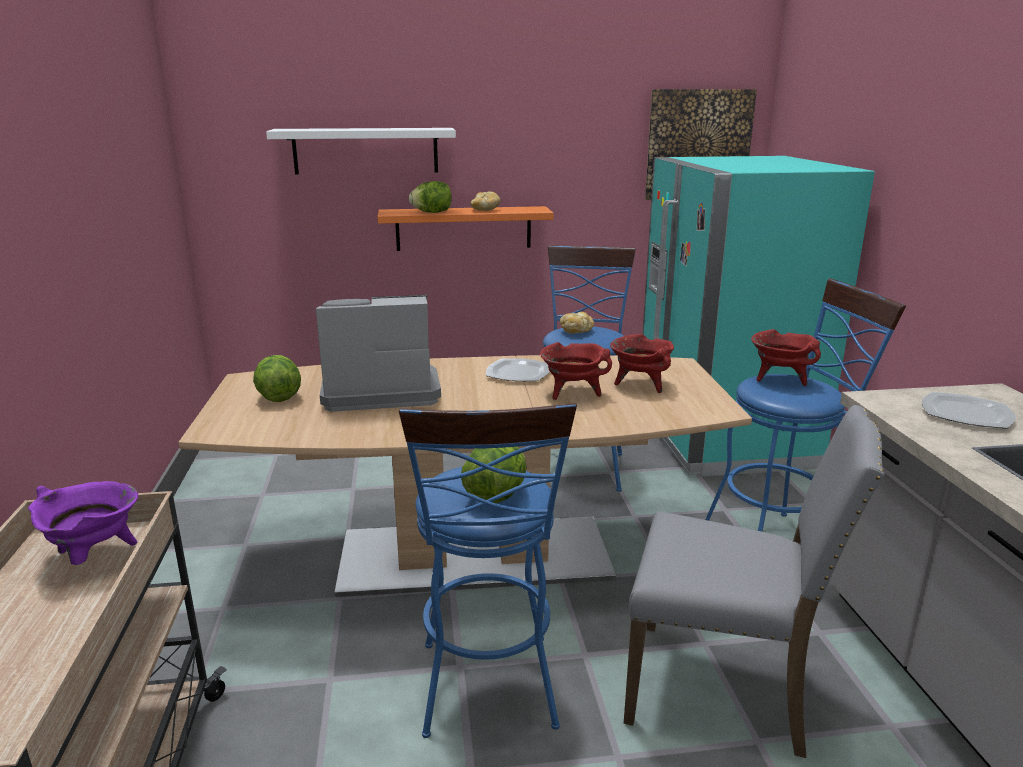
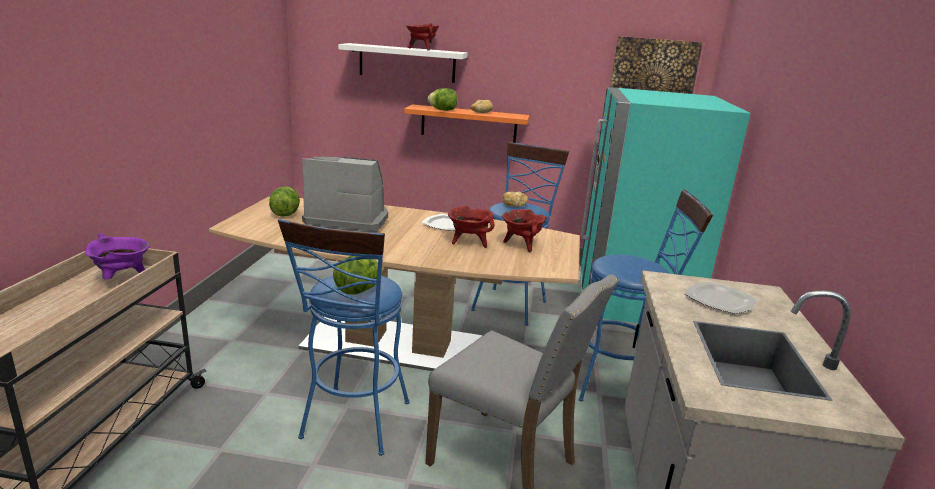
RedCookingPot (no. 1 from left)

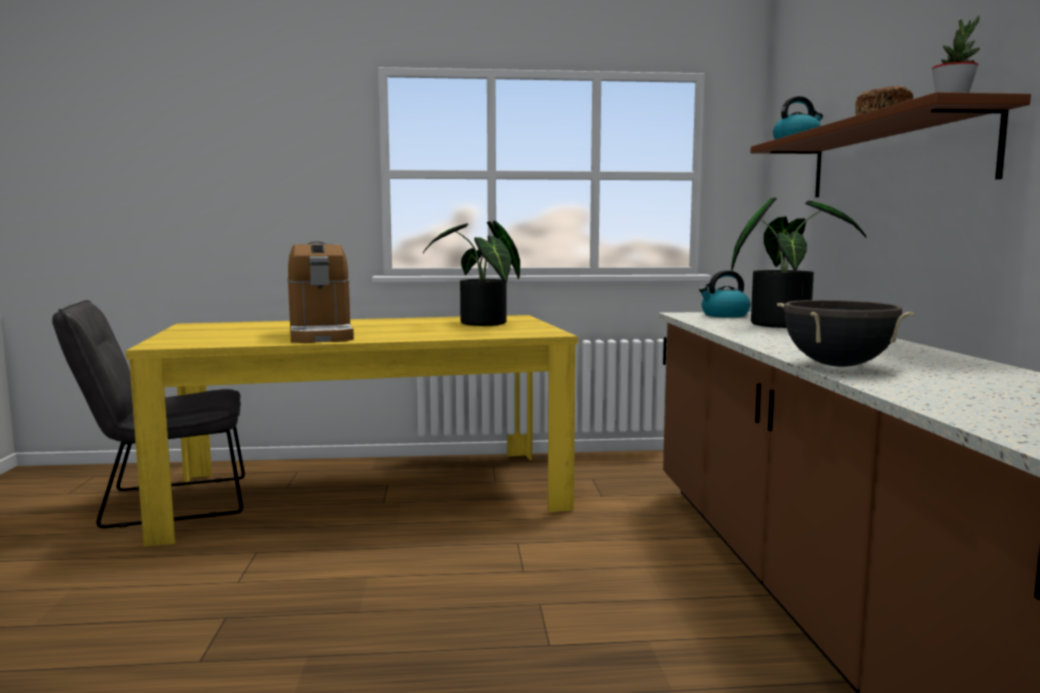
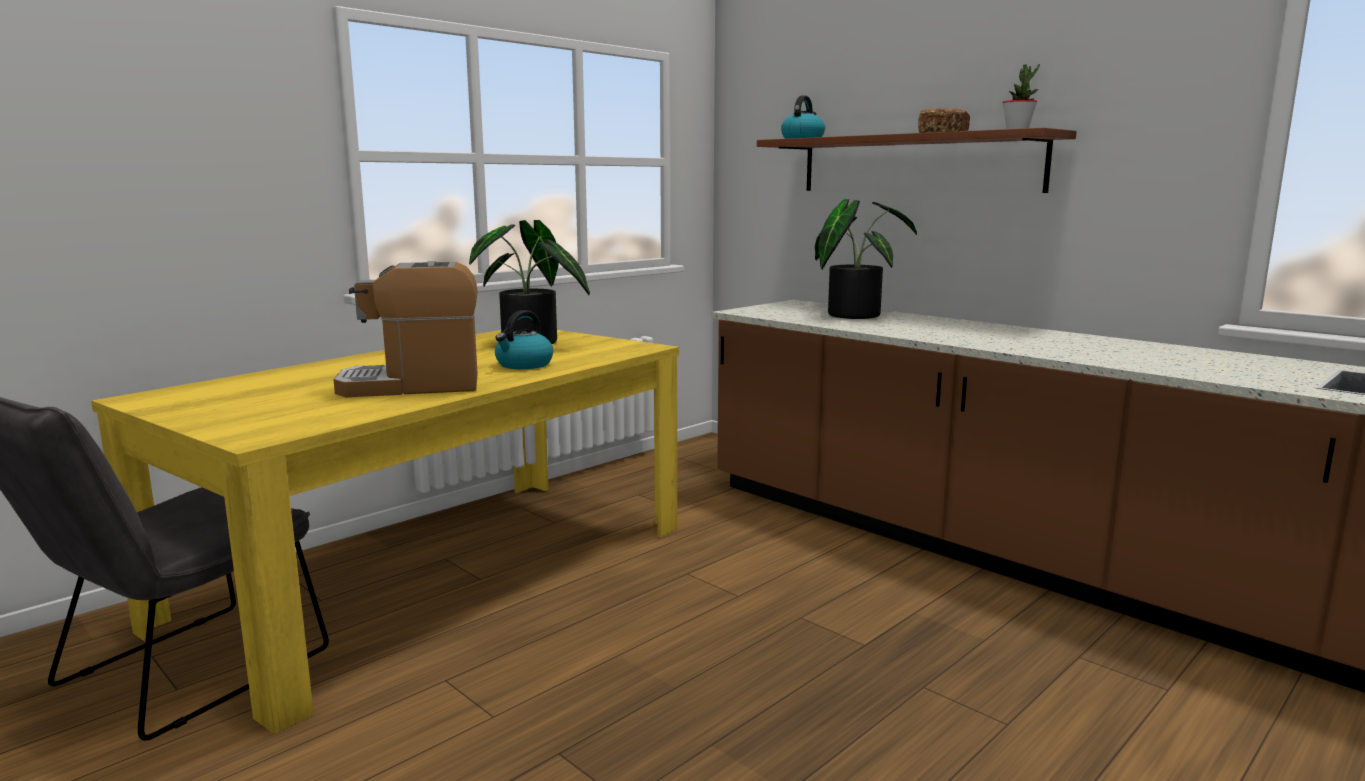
BlackCookingPot
Kettle (no. 1 from left)
CoffeeMachine

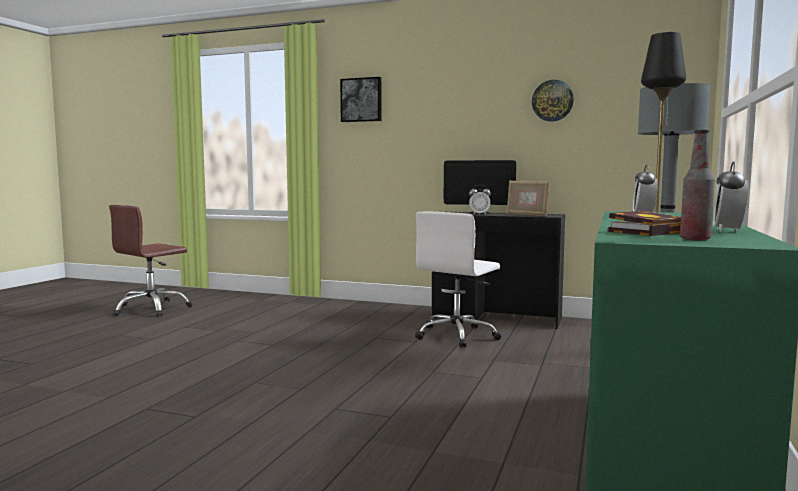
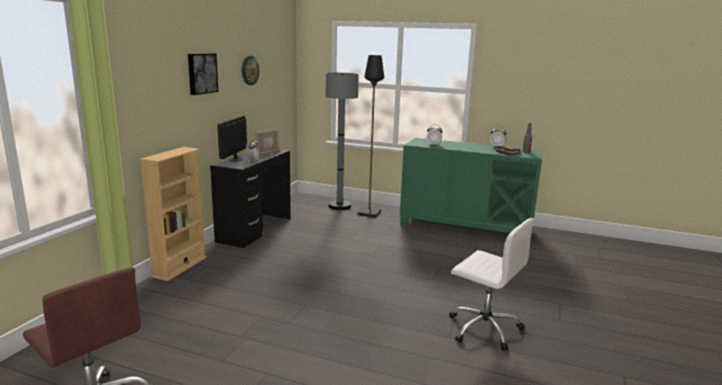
BeigeBookcase
Picture
WhiteOfficeChair

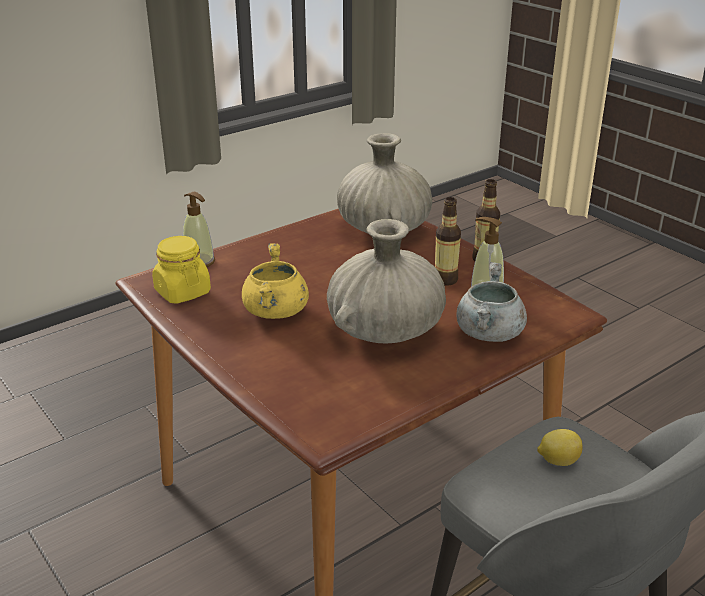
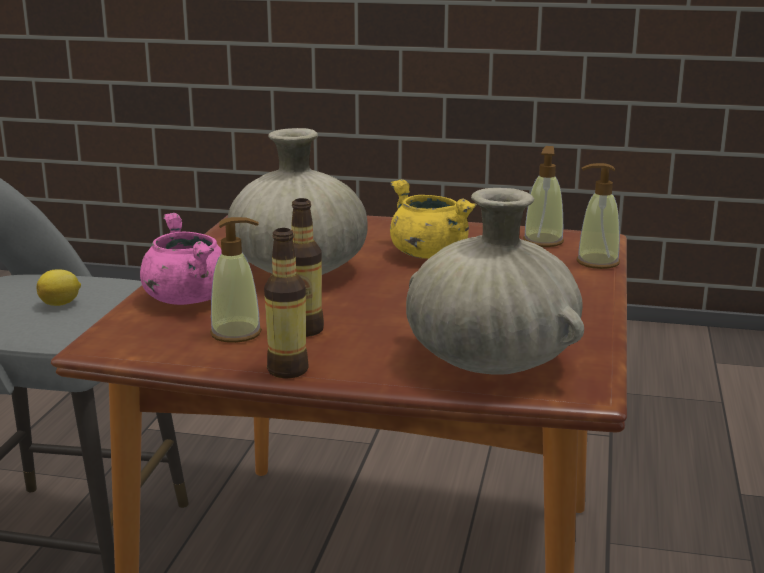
SoapDispenser (no. 2 from left)
PinkCookingPot

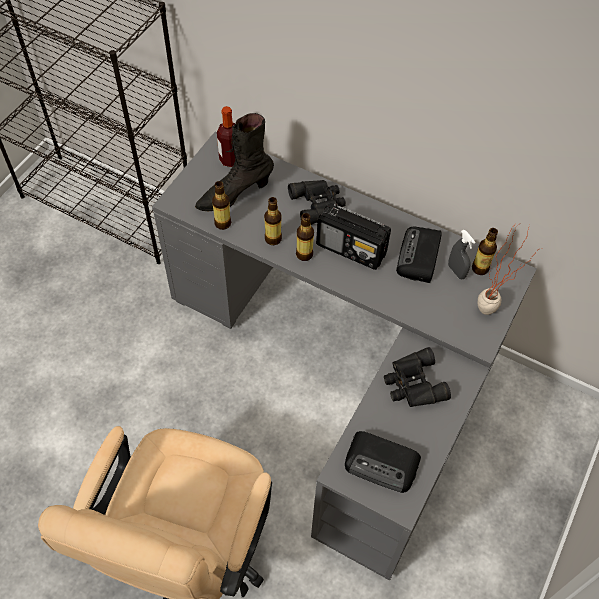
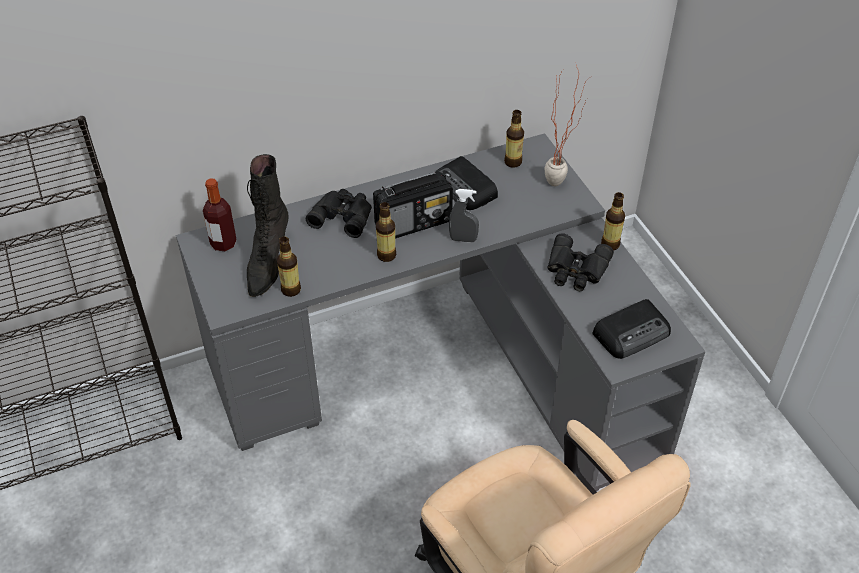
Bottle (no. 5 from left)
GreySprayBottle

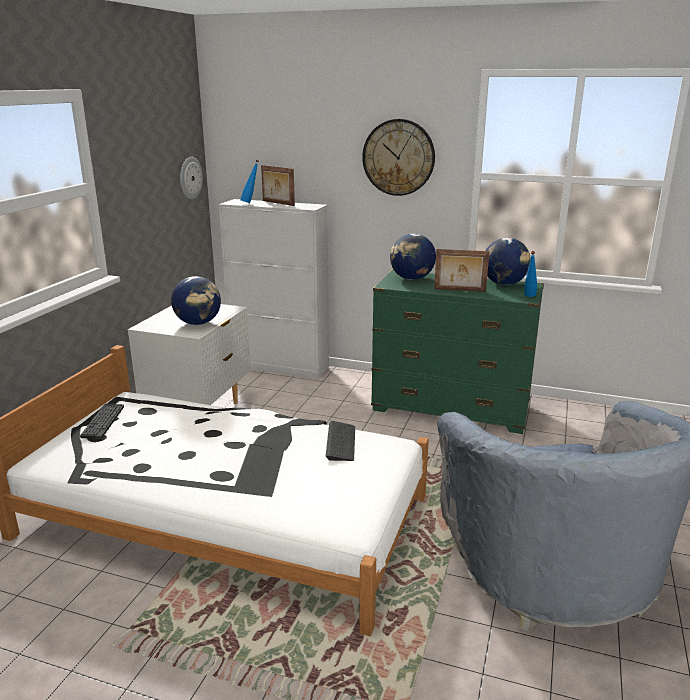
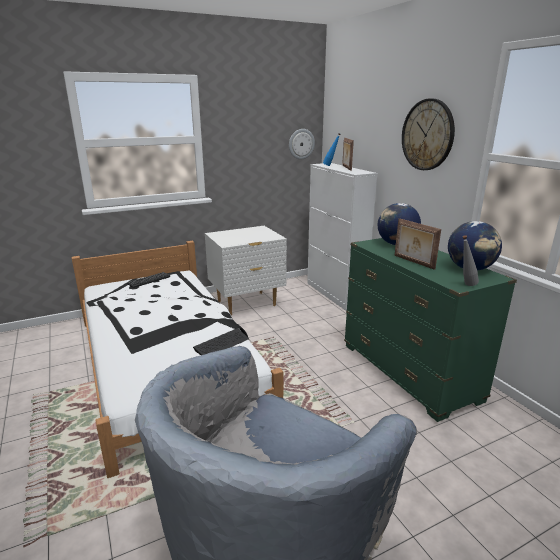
Globe (no. 1 from left in the first image)
GreyBottle

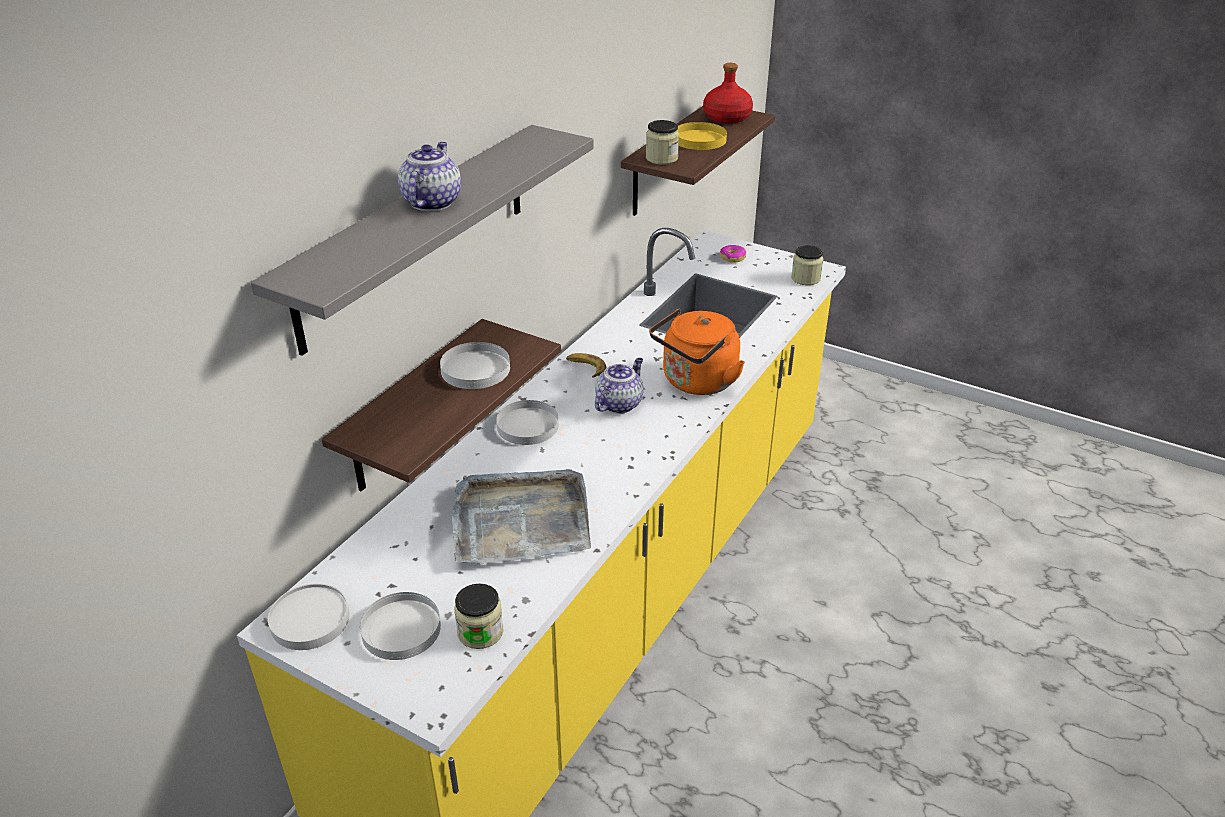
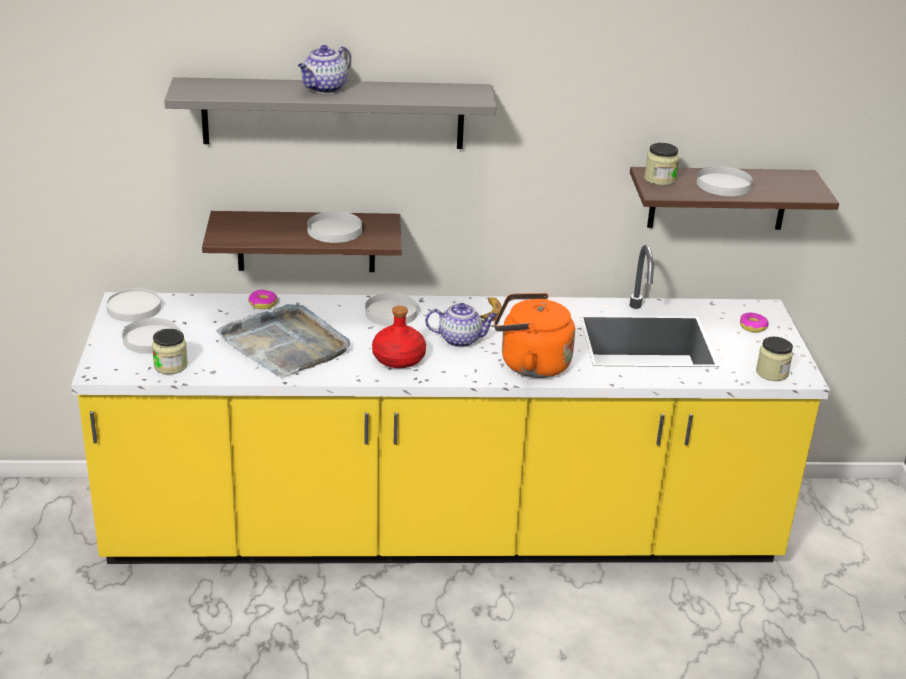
Donut (no. 1 from left)
RedBottle
WhitePlate (no. 5 from left)
Teapot (no. 1 from left)

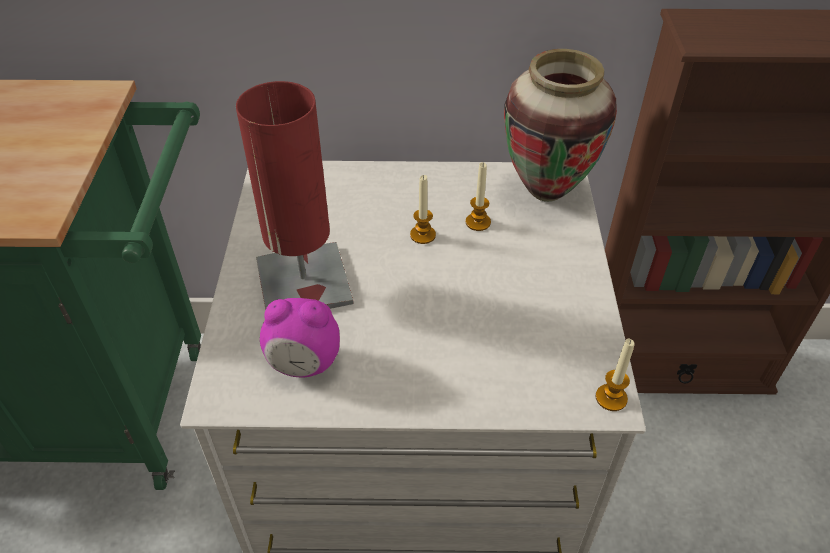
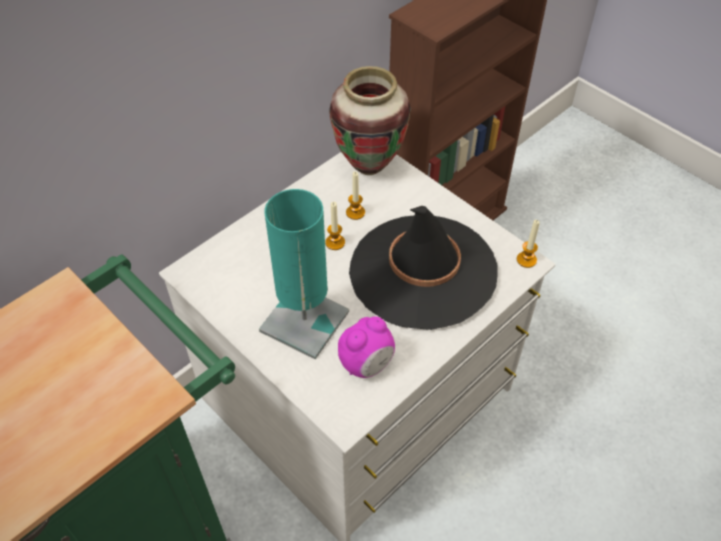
BlackHat
TurquoiseTableLamp

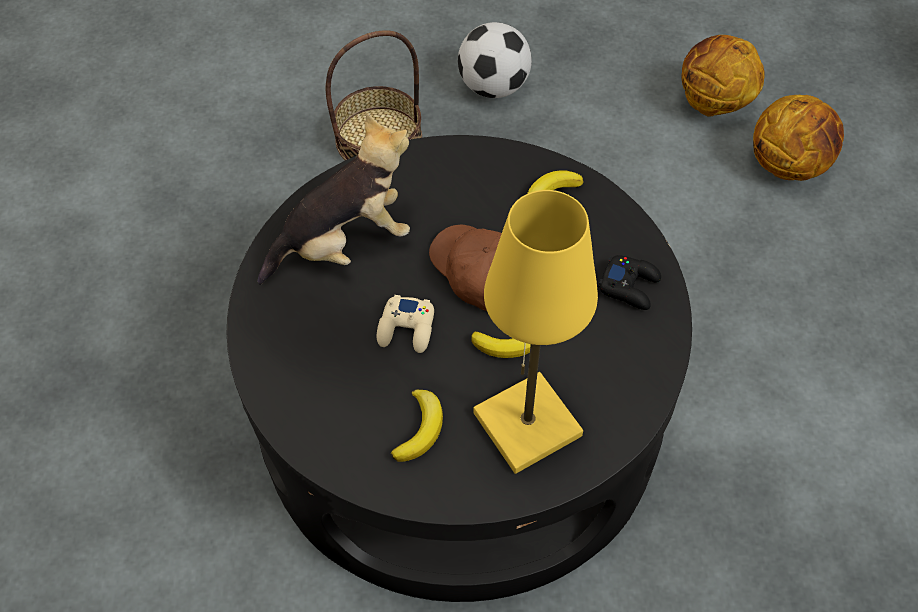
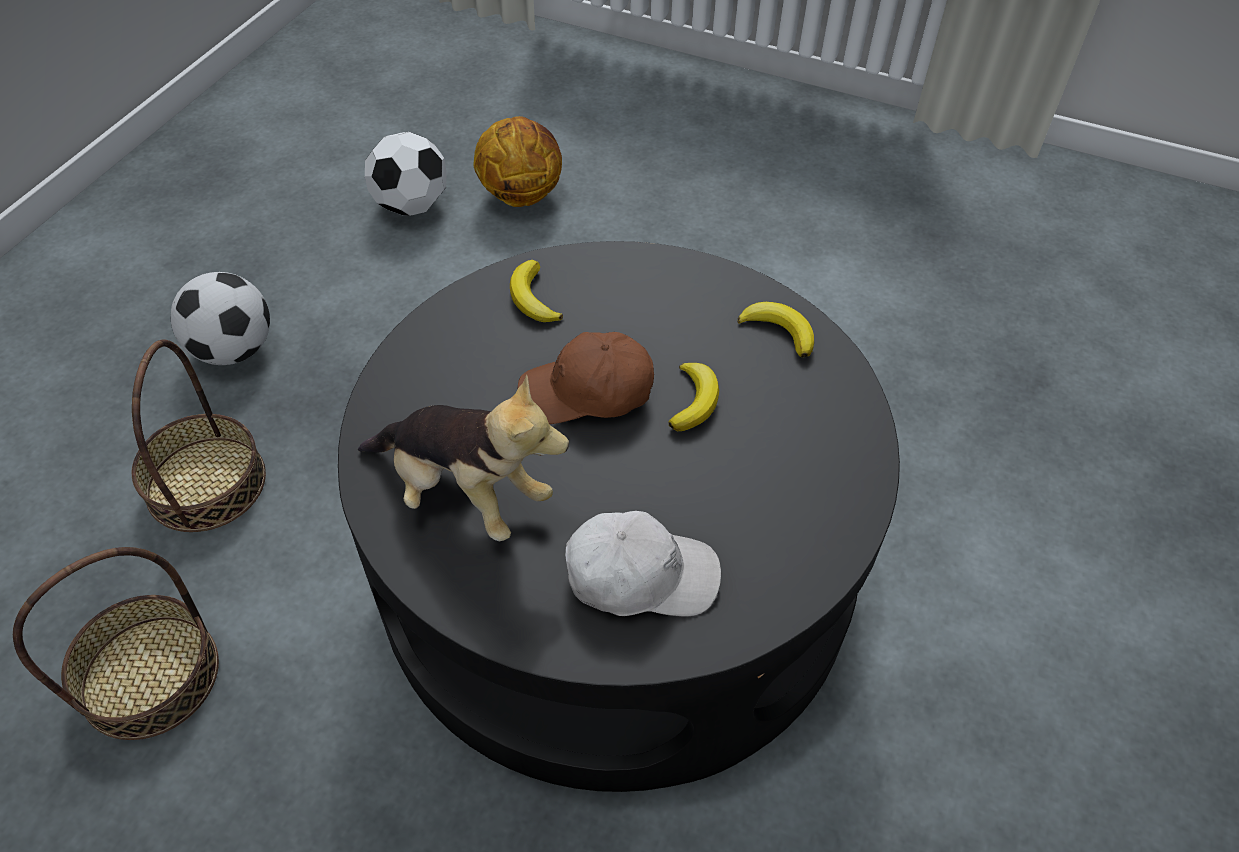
BeigeGameController
YellowTableLamp
BlackGameController
Basket (no. 1 from left)
WhiteCap
Banana (no. 3 from left)
Football (no. 2 from left)
PlushToy

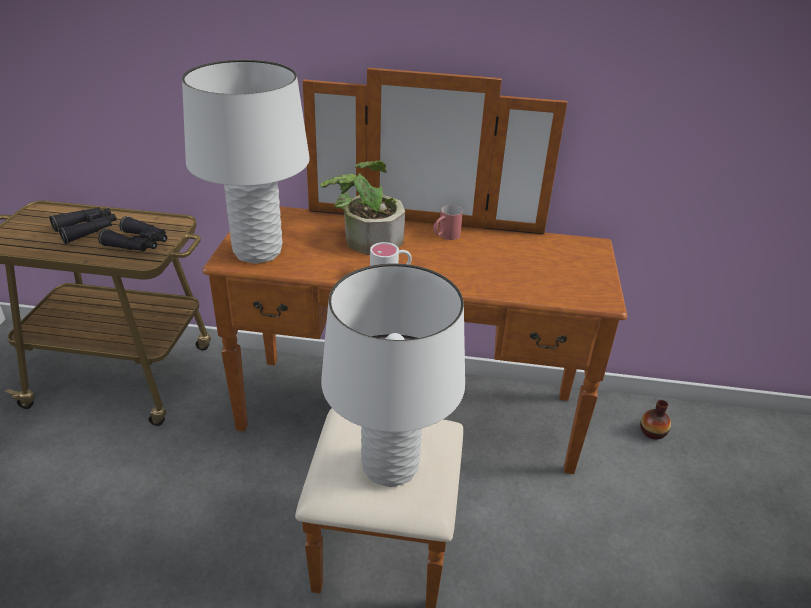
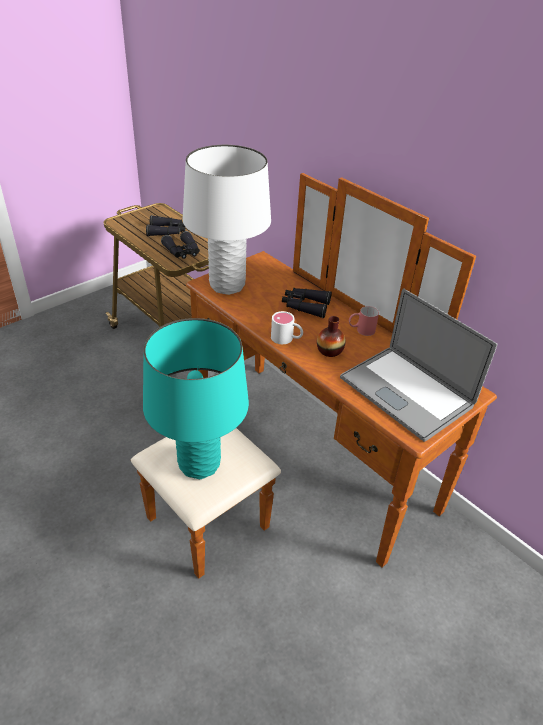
Laptop
Vase
BlackBinoculars (no. 3 from left)
TurquoiseTableLamp

